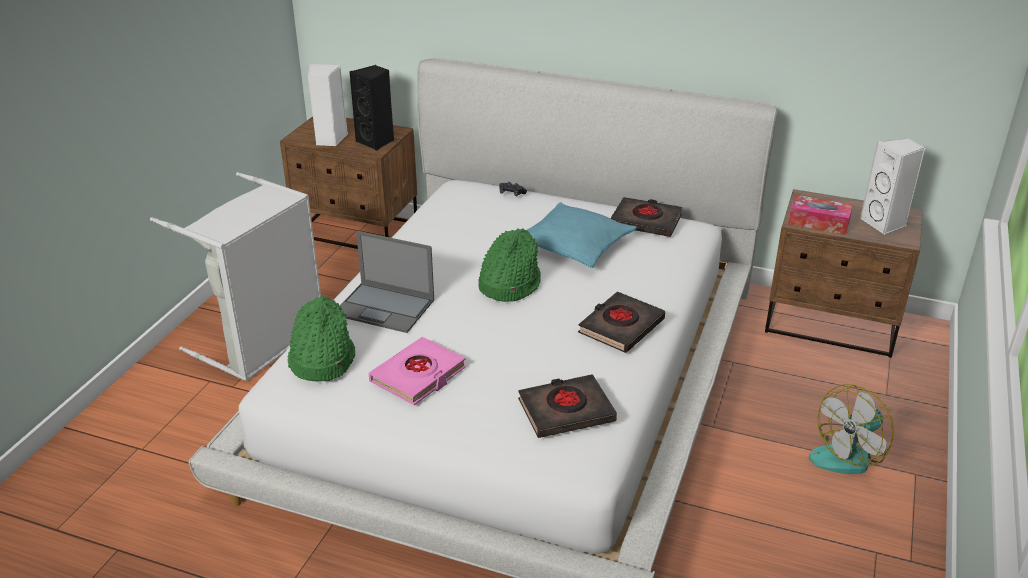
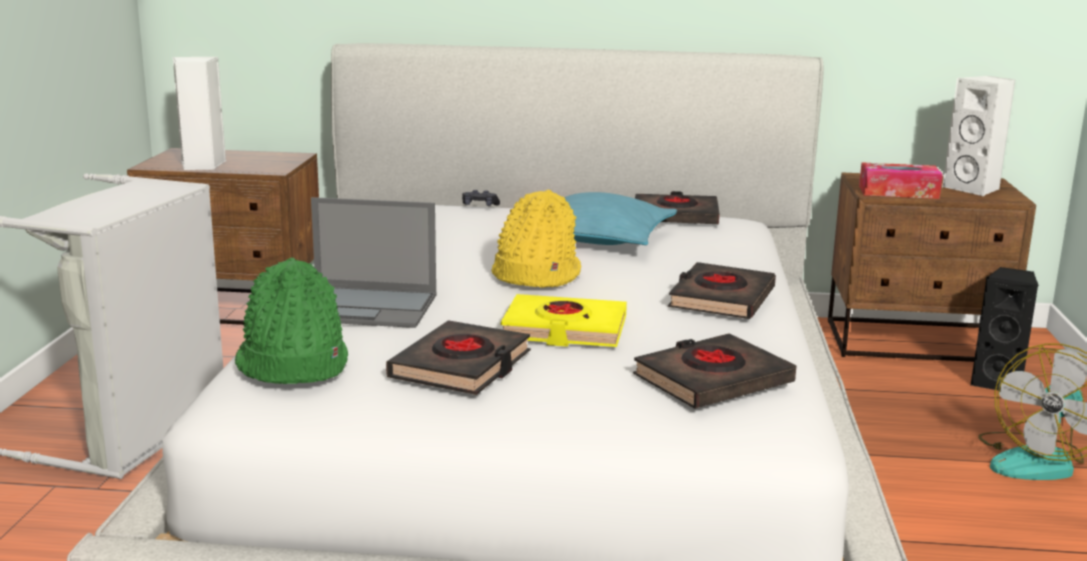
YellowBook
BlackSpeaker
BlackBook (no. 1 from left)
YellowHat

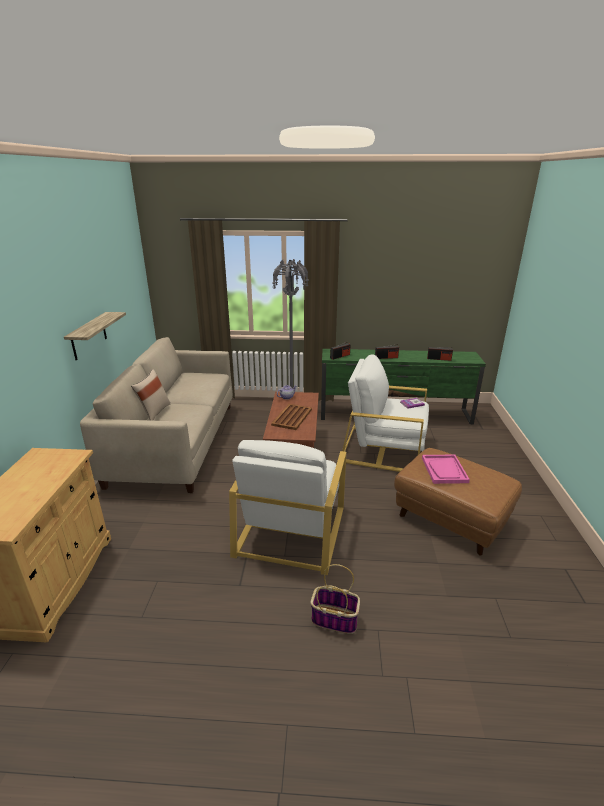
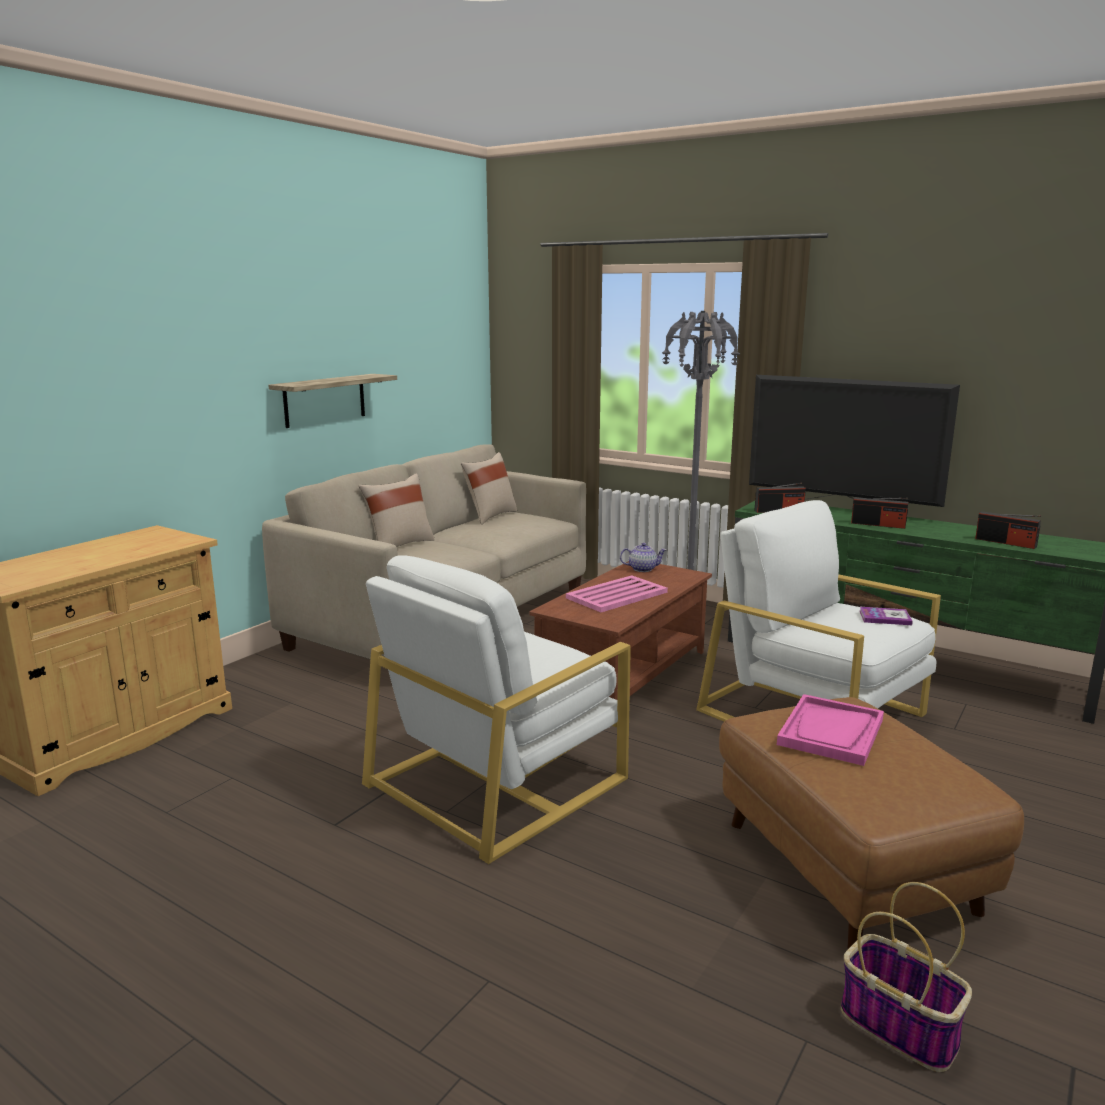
BeigePillow (no. 2 from left)
Television
Basket
PinkTray (no. 1 from left)

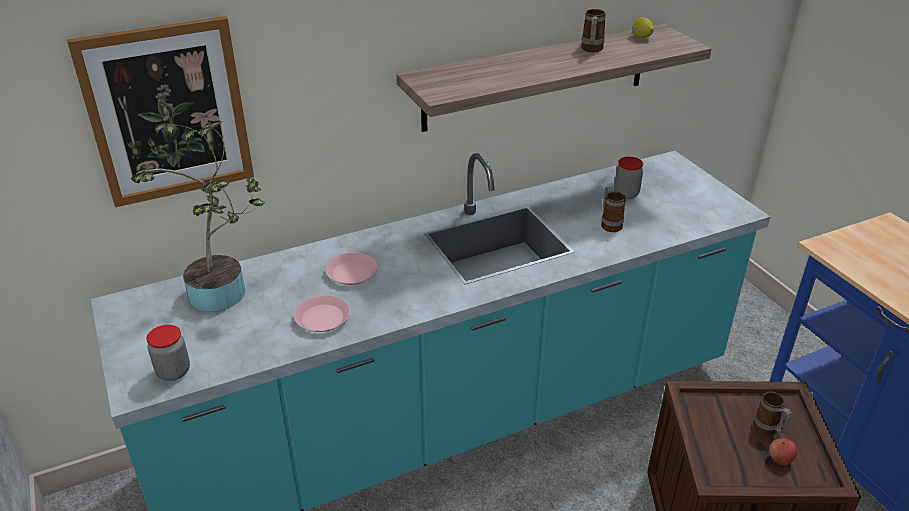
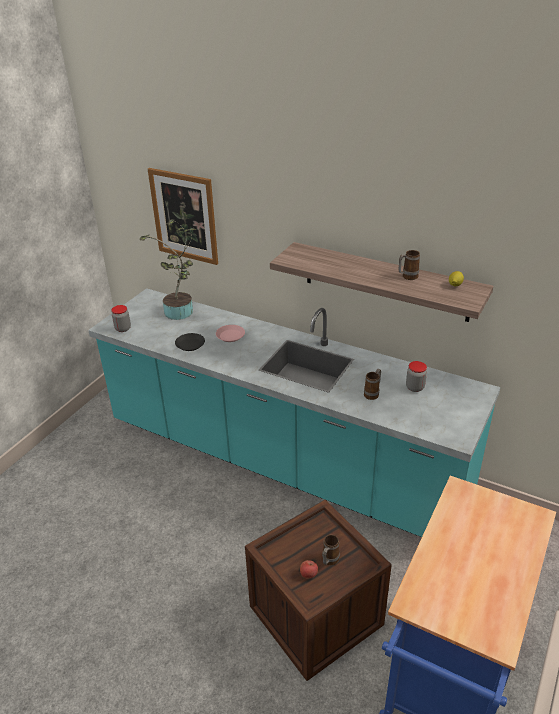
BlackPlate

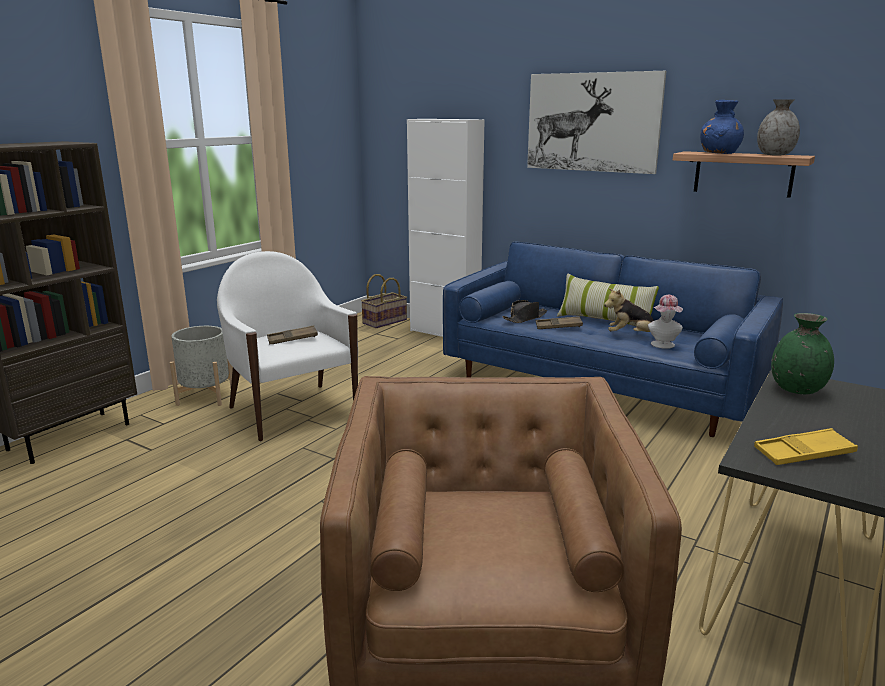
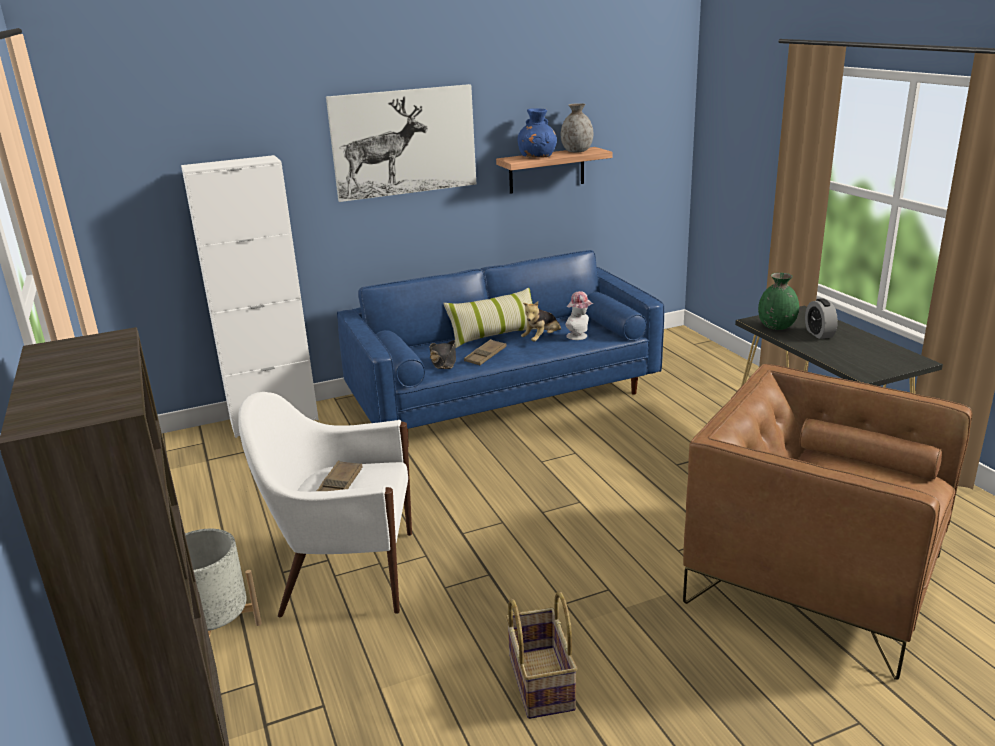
YellowTray
AlarmClock
Basket

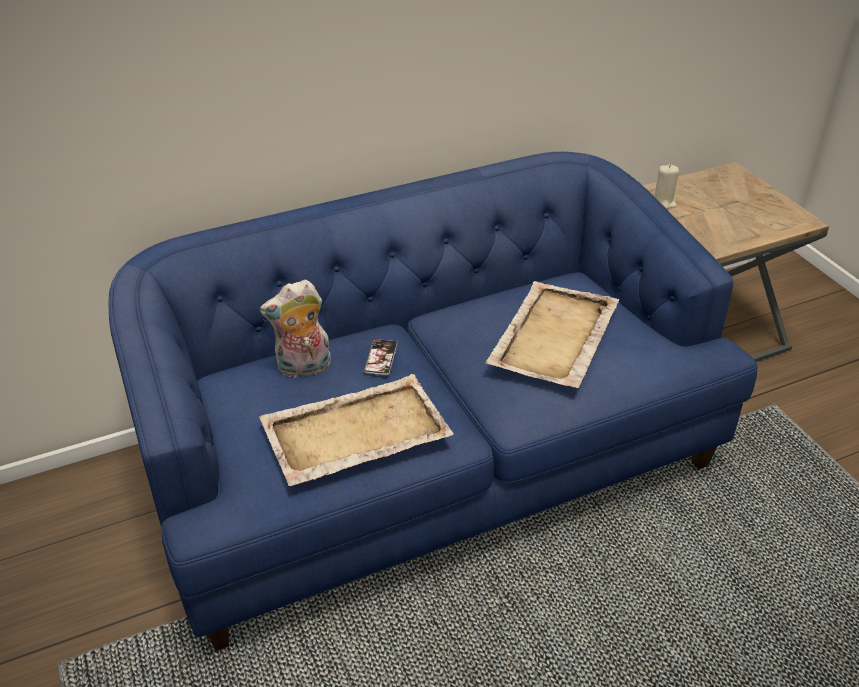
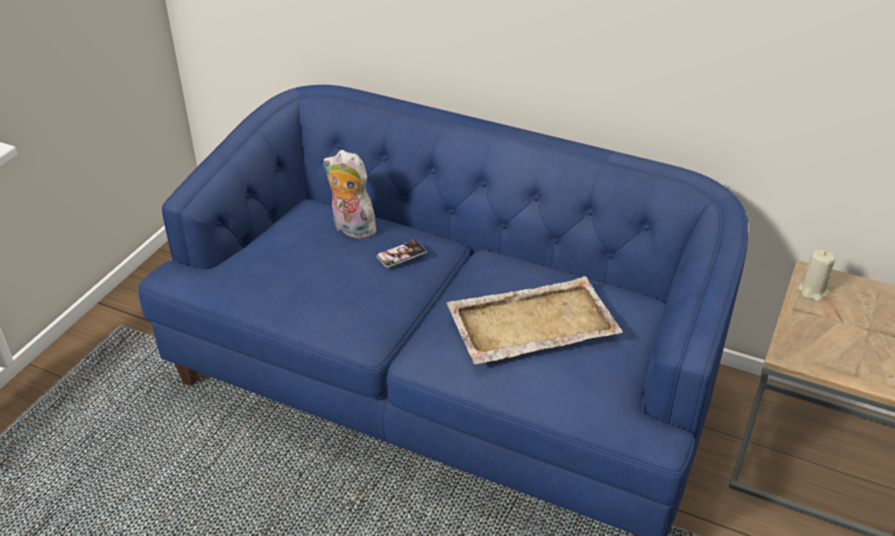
BeigeTray (no. 1 from left in the first image)

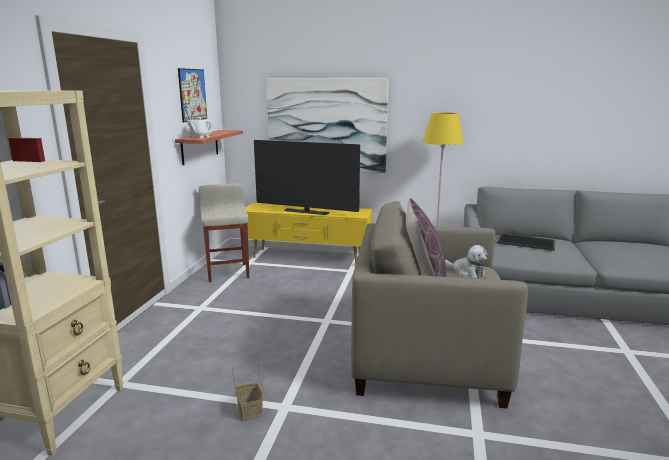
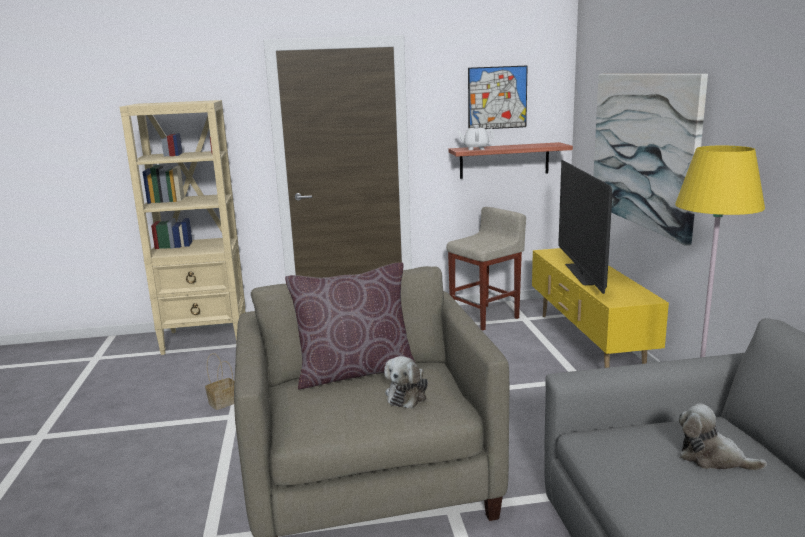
PlushToy (no. 2 from left)

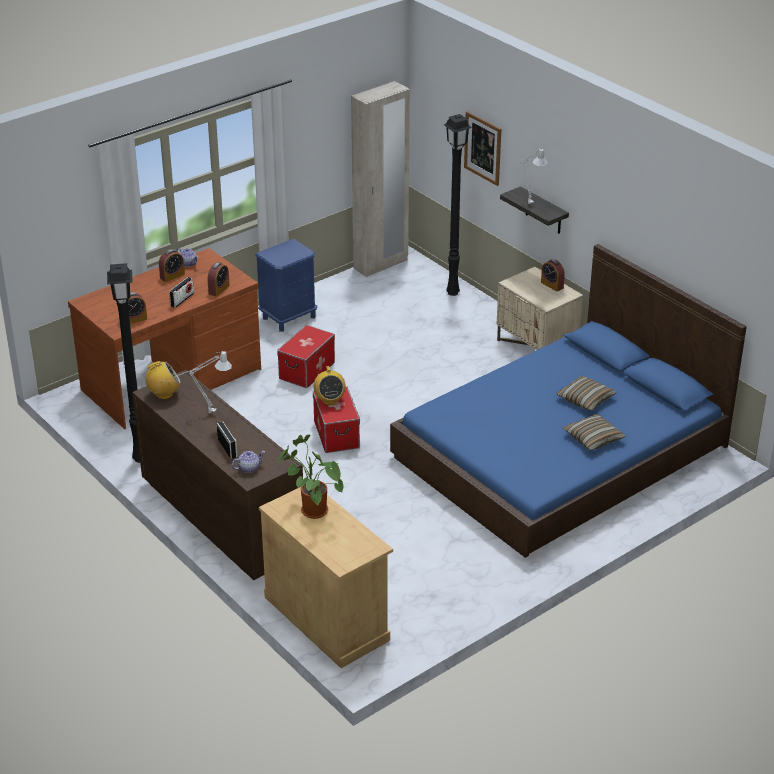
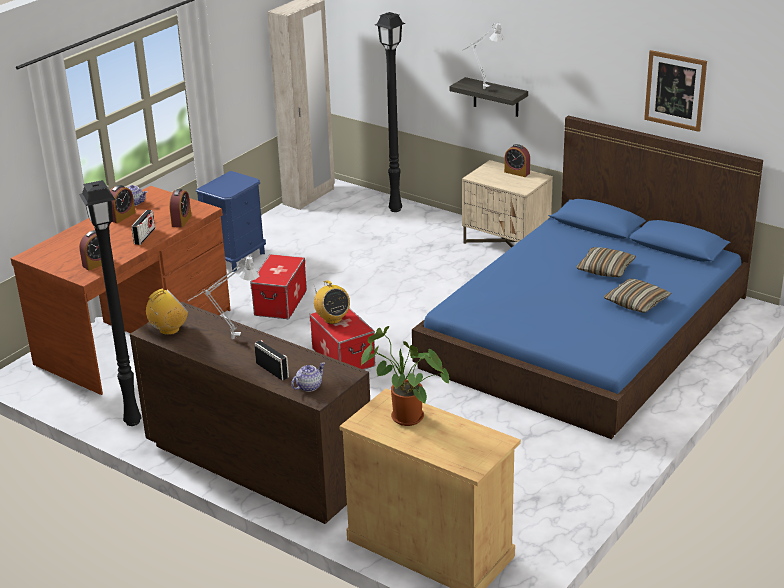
Picture

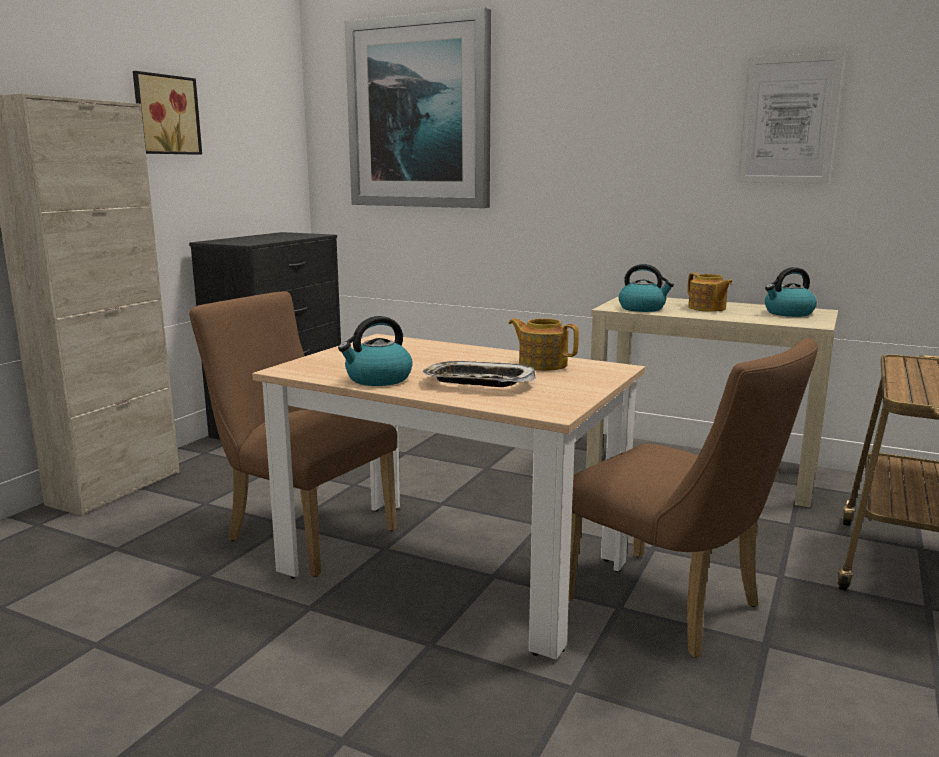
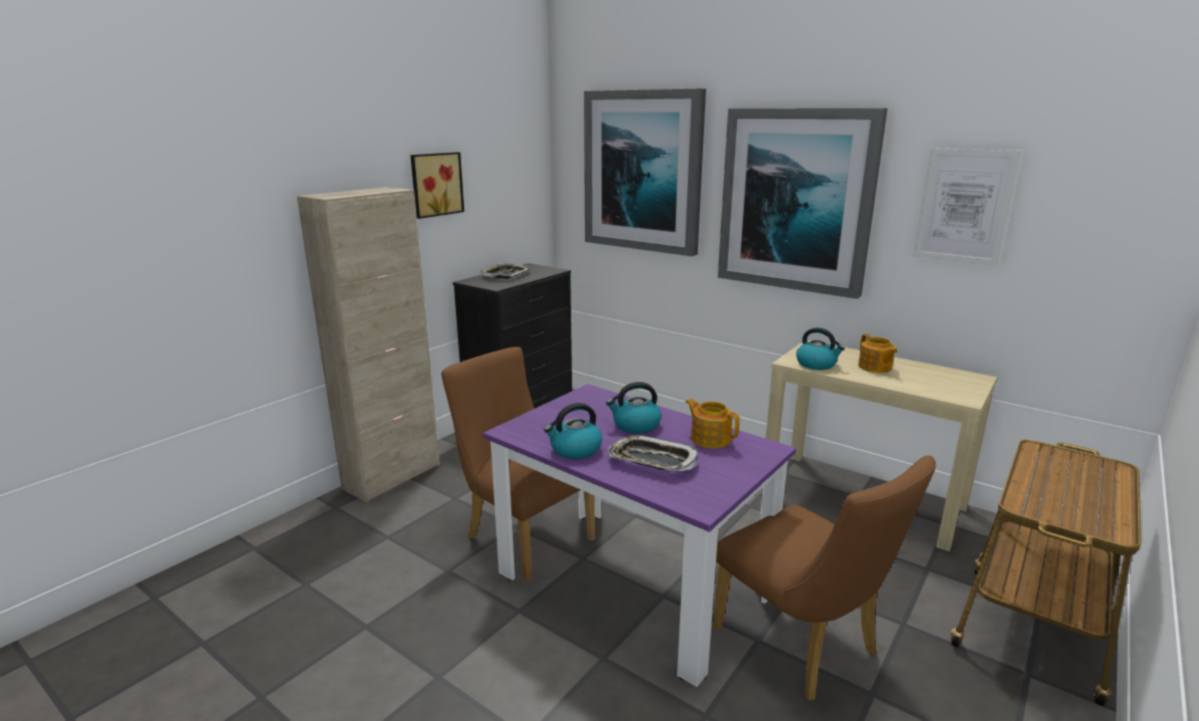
Tray (no. 1 from left)
Picture (no. 3 from left)
Kettle (no. 2 from left)
PurpleDiningTable

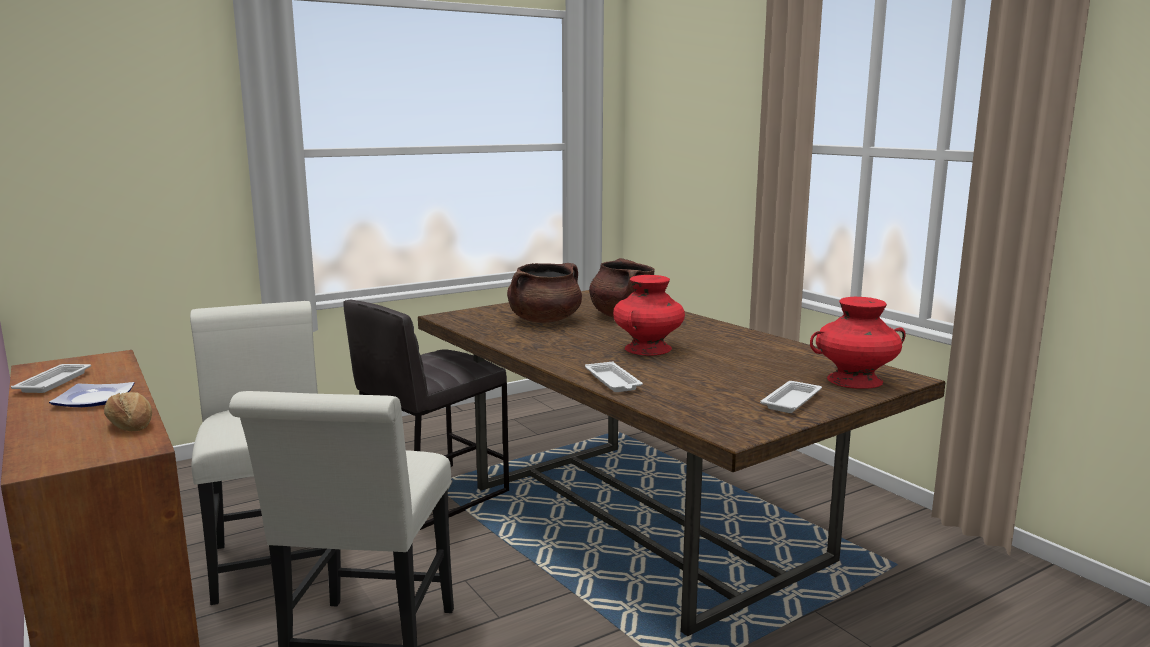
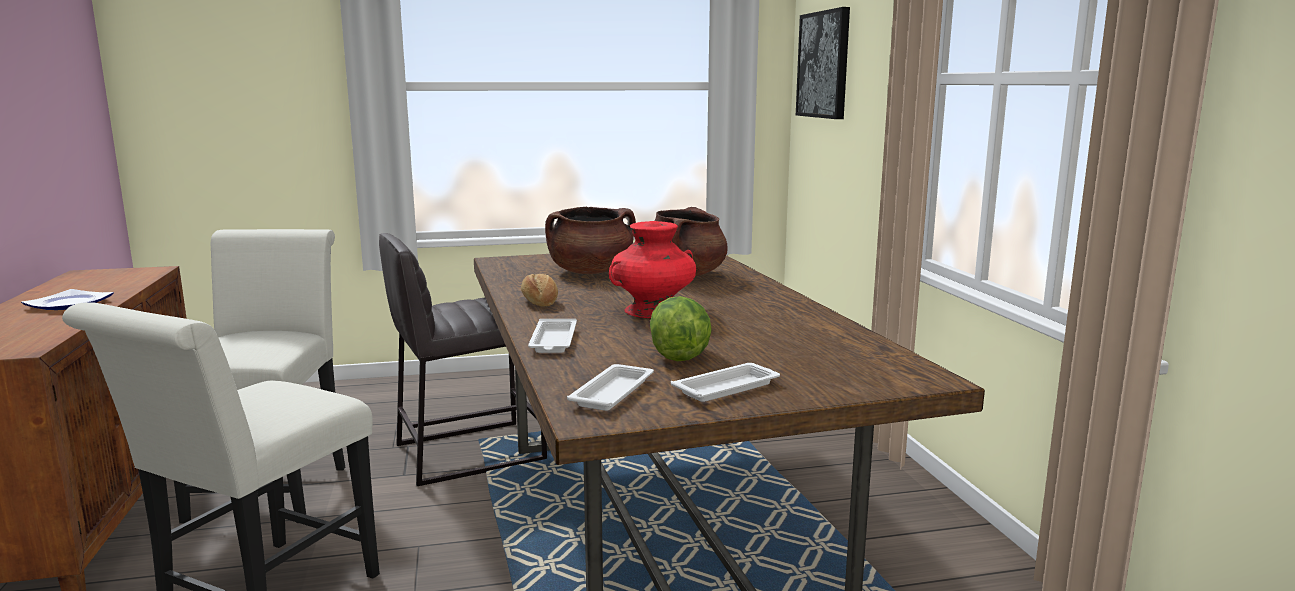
RedVase (no. 2 from left in the first image)
Lettuce
Picture
WhiteTray (no. 2 from left)
Bread

